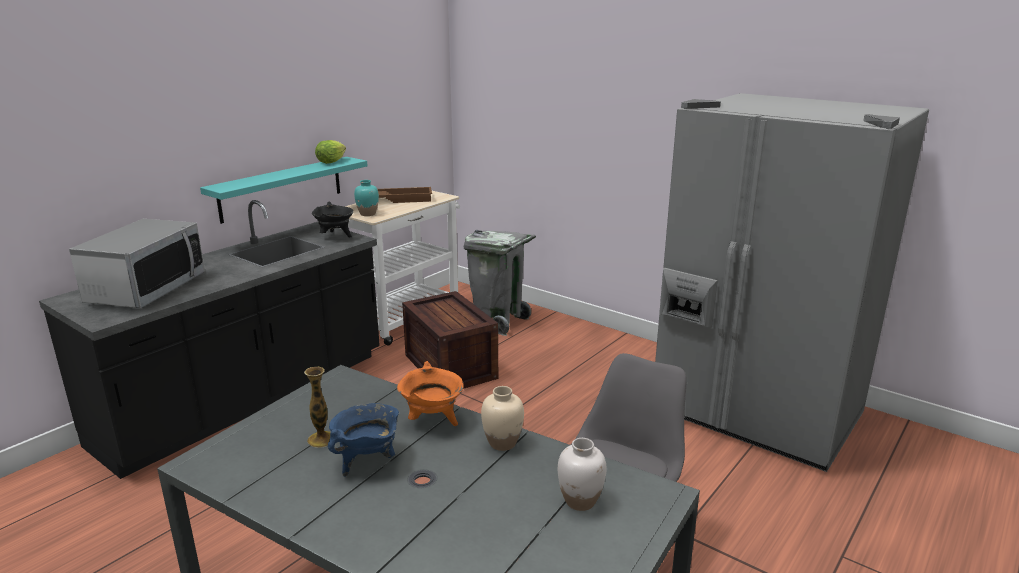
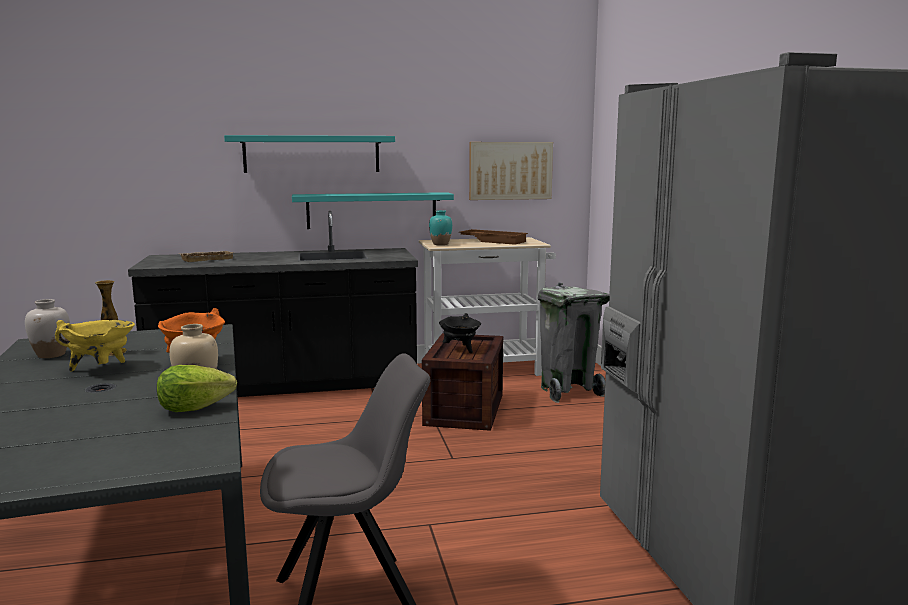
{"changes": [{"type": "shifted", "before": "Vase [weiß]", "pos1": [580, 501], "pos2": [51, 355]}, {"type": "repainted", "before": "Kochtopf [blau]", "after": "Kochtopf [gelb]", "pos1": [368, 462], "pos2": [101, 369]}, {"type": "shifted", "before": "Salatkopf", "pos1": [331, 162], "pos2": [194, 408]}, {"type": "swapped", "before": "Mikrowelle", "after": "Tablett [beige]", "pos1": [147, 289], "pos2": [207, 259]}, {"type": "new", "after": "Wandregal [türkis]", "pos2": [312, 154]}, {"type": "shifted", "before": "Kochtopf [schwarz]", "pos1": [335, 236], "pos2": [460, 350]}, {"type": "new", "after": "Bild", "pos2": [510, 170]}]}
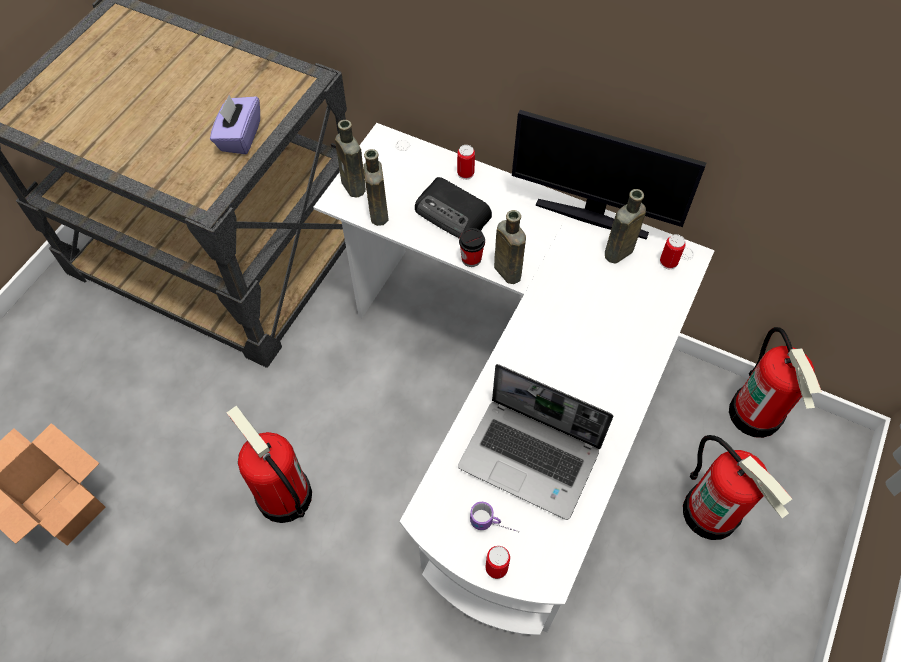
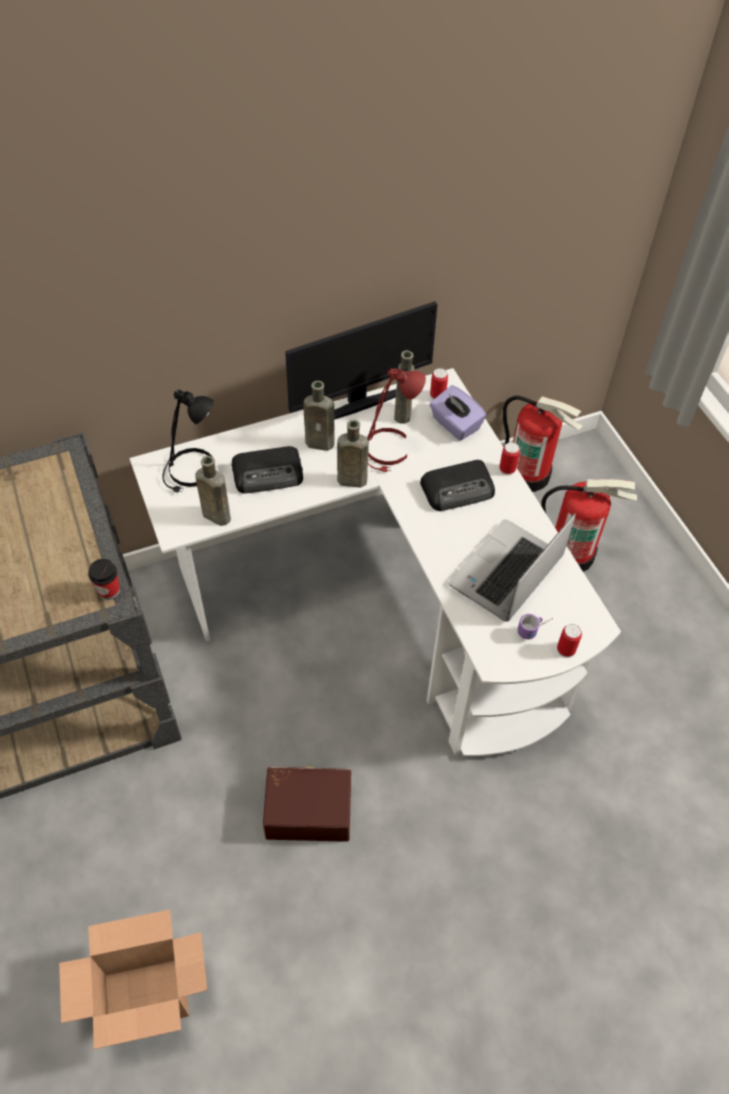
{"changes": [{"type": "shifted", "before": "Tasse", "pos1": [471, 259], "pos2": [109, 590]}, {"type": "new", "after": "Tischlampe [schwarz]", "pos2": [191, 471]}, {"type": "swapped", "before": "Feuerlöscher", "after": "Aufbewahrungsbox [braun]", "pos1": [283, 496], "pos2": [308, 809]}, {"type": "shifted", "before": "Flasche [braun]", "pos1": [354, 187], "pos2": [322, 443]}, {"type": "new", "after": "Tischlampe [rot]", "pos2": [388, 450]}, {"type": "new", "after": "Radio", "pos2": [459, 489]}, {"type": "shifted", "before": "Taschentuchbox [lila]", "pos1": [239, 137], "pos2": [455, 424]}, {"type": "rotated", "before": "Laptop", "pos1": [531, 458], "pos2": [506, 573], "turn": 150}, {"type": "shifted", "before": "Dose", "pos1": [465, 173], "pos2": [507, 469]}]}
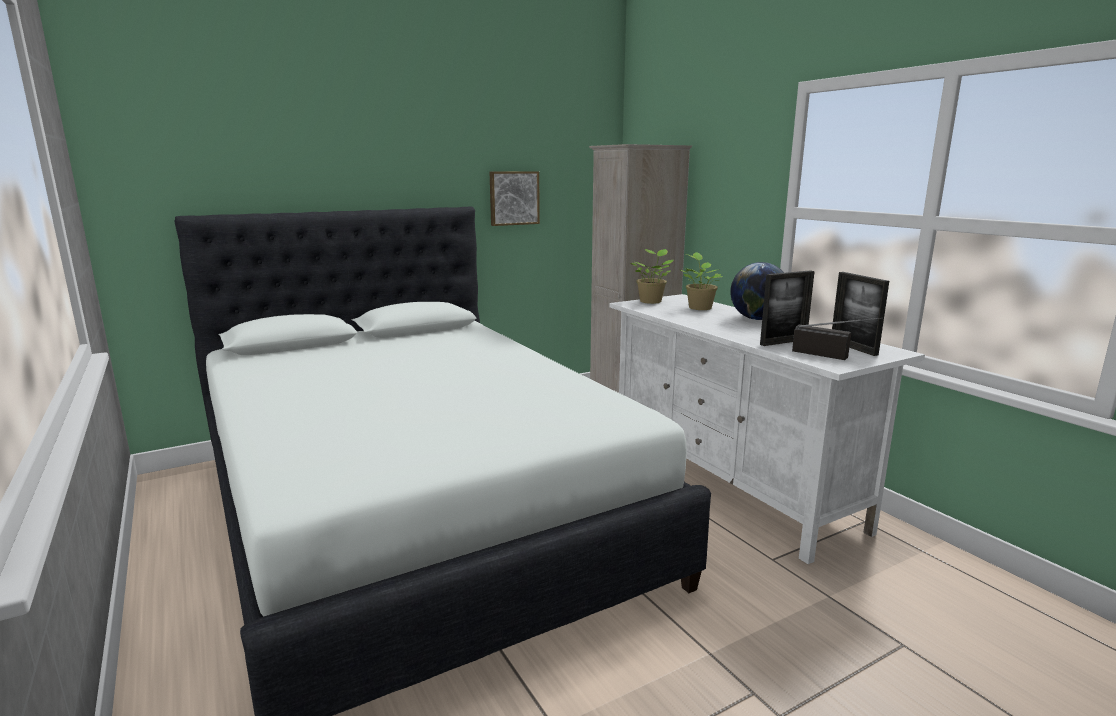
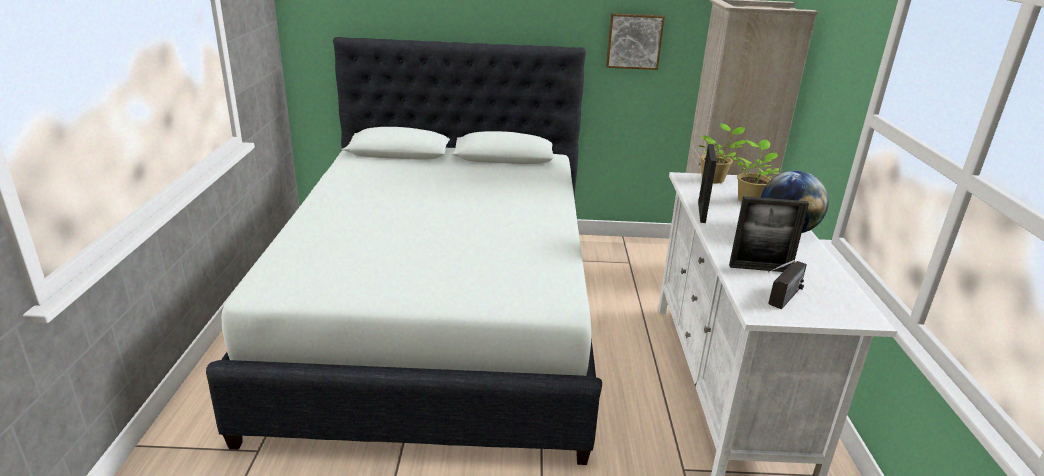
{"changes": [{"type": "shifted", "before": "Bilderrahmen", "pos1": [853, 348], "pos2": [701, 212]}, {"type": "rotated", "before": "Radio", "pos1": [834, 356], "pos2": [781, 302], "turn": 60}]}
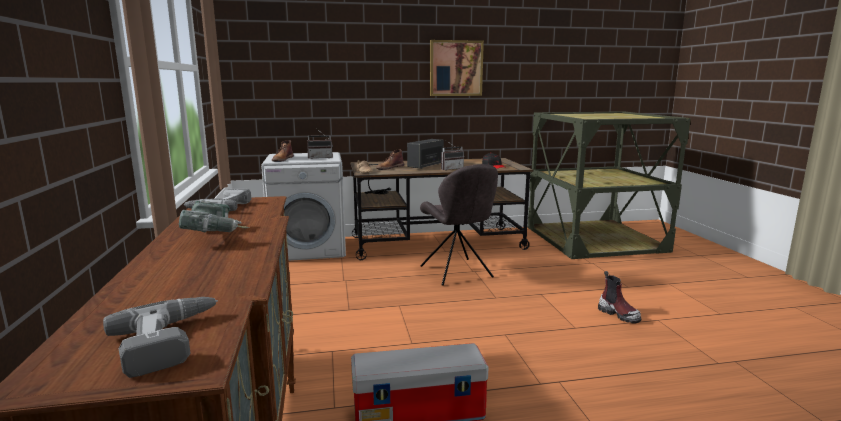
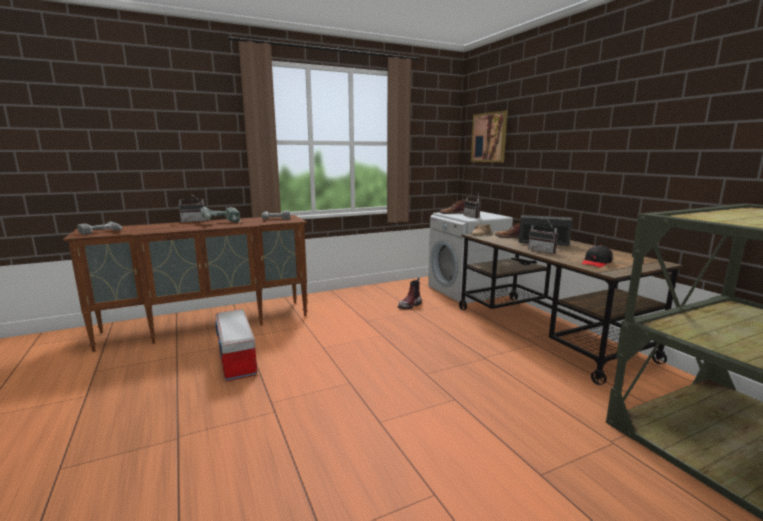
{"changes": [{"type": "new", "after": "Radio", "pos2": [194, 221]}, {"type": "shifted", "before": "Stiefel", "pos1": [619, 314], "pos2": [410, 305]}, {"type": "shifted", "before": "Bild", "pos1": [456, 68], "pos2": [489, 137]}, {"type": "gone", "before": "Stuhl [grau]", "pos1": [457, 273]}]}
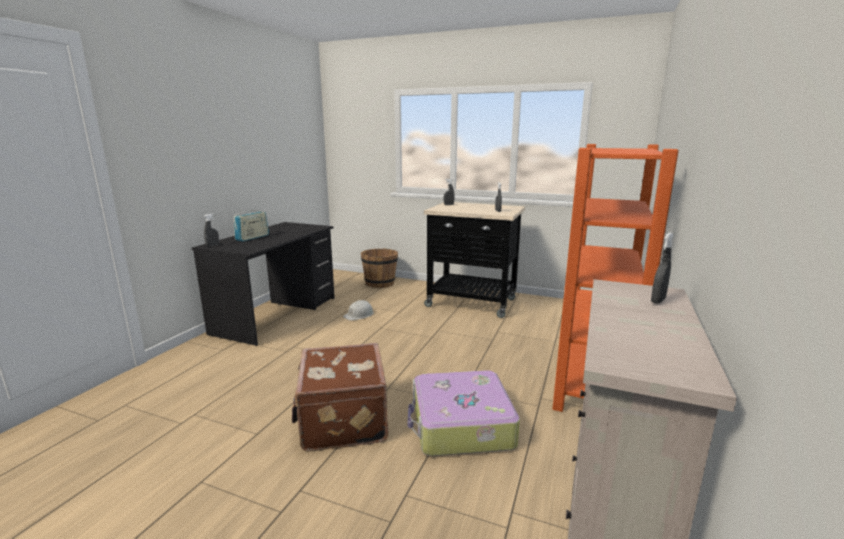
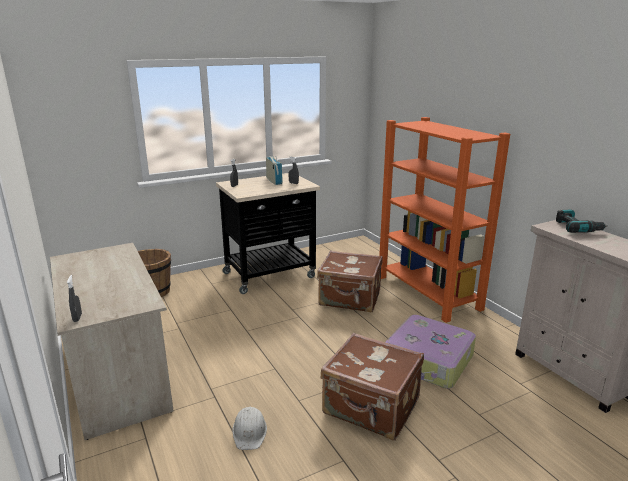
{"changes": [{"type": "repainted", "before": "Schreibtisch [schwarz]", "after": "Schreibtisch [beige]", "pos1": [277, 315], "pos2": [117, 375]}, {"type": "shifted", "before": "Schutzhelm [weiß]", "pos1": [359, 315], "pos2": [250, 431]}, {"type": "shifted", "before": "Radio", "pos1": [252, 237], "pos2": [274, 181]}, {"type": "new", "after": "Koffer [braun]", "pos2": [350, 299]}, {"type": "swapped", "before": "Sprühflasche [grau]", "after": "Bohrmaschine", "pos1": [658, 300], "pos2": [577, 228]}]}
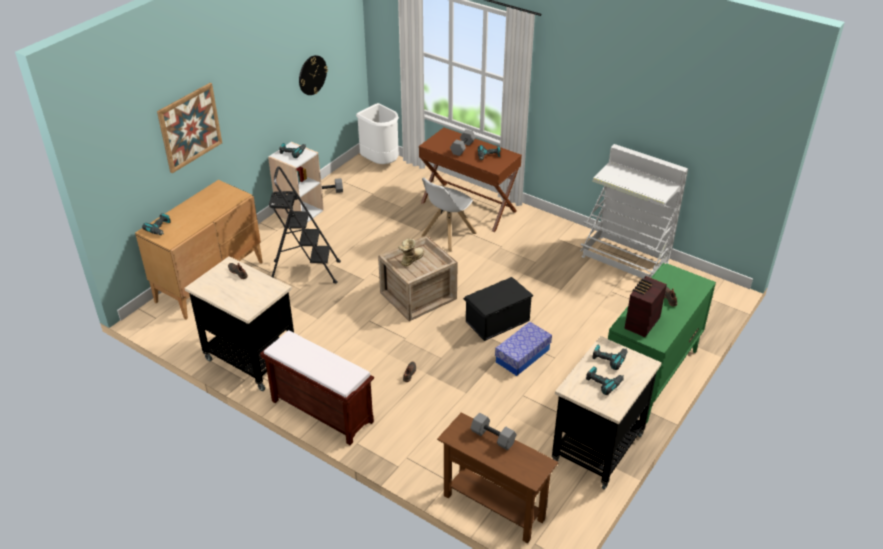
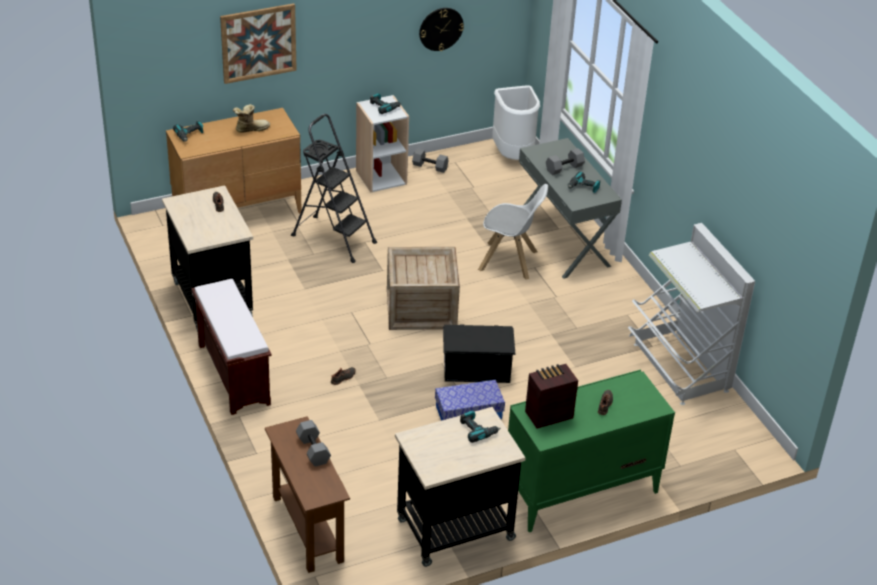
{"changes": [{"type": "shifted", "before": "Stiefel", "pos1": [411, 259], "pos2": [251, 129]}, {"type": "rotated", "before": "Stuhl", "pos1": [447, 235], "pos2": [510, 261], "turn": -150}, {"type": "repainted", "before": "Schreibtisch [braun]", "after": "Schreibtisch [grau]", "pos1": [468, 206], "pos2": [562, 240]}, {"type": "gone", "before": "Bohrmaschine", "pos1": [604, 382]}]}
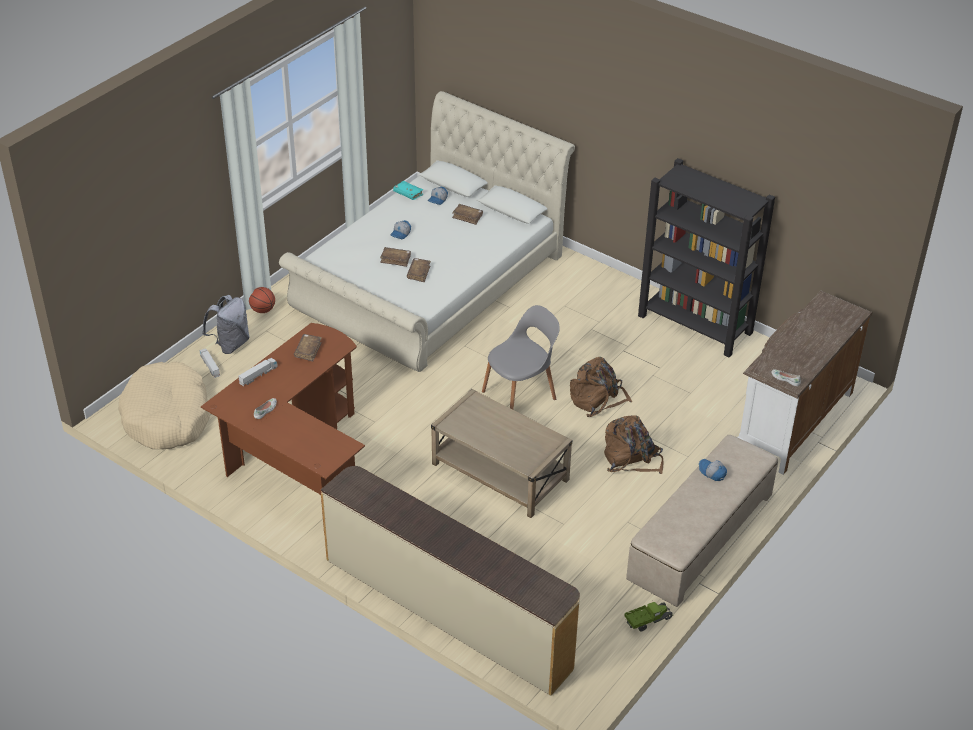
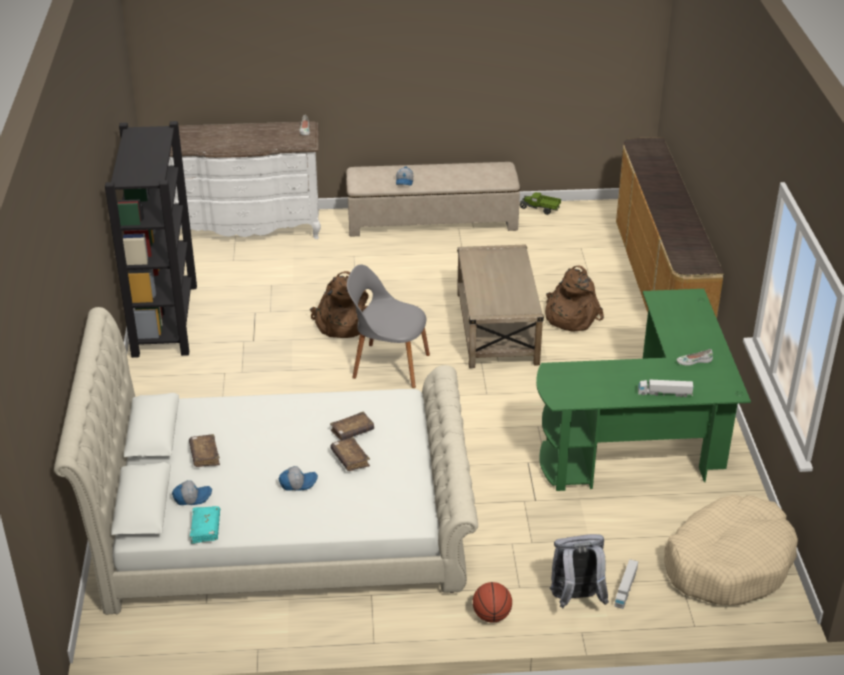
{"changes": [{"type": "repainted", "before": "Schreibtisch [braun]", "after": "Schreibtisch [grün]", "pos1": [295, 460], "pos2": [647, 441]}, {"type": "shifted", "before": "Rucksack [braun]", "pos1": [631, 459], "pos2": [570, 316]}, {"type": "gone", "before": "Buch [braun]", "pos1": [308, 350]}]}
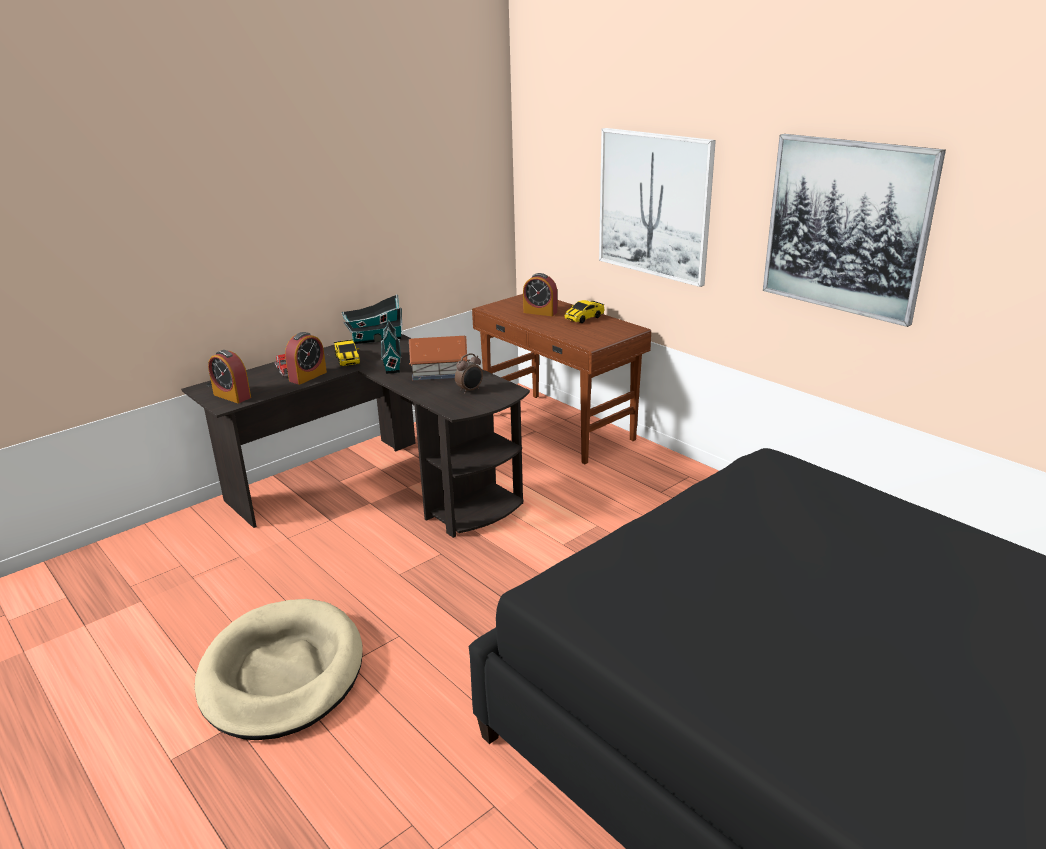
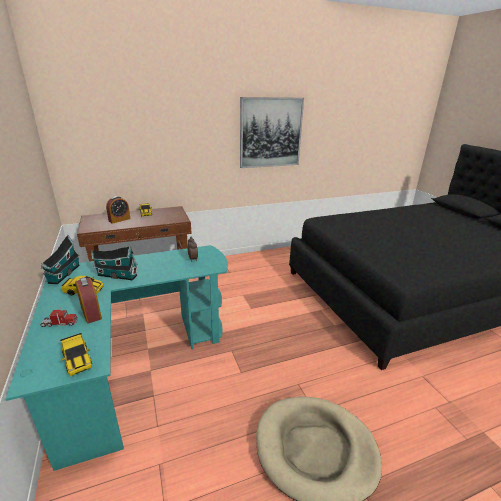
{"changes": [{"type": "repainted", "before": "Schreibtisch [schwarz]", "after": "Schreibtisch [türkis]", "pos1": [380, 485], "pos2": [133, 361]}, {"type": "swapped", "before": "Wecker", "after": "Spielzeugauto", "pos1": [232, 396], "pos2": [77, 359]}, {"type": "gone", "before": "Spielzeughaus", "pos1": [440, 371]}, {"type": "gone", "before": "Bild", "pos1": [654, 205]}]}
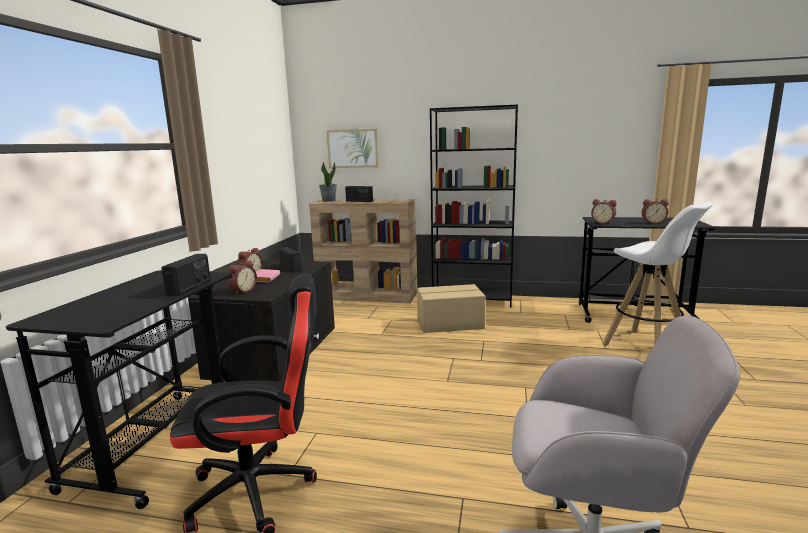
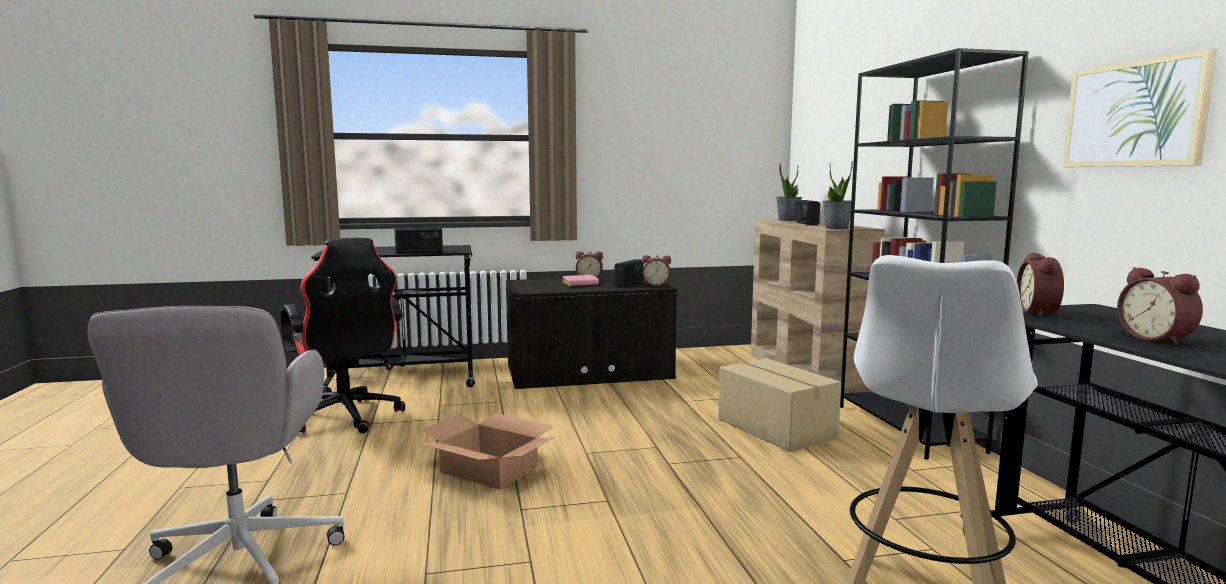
{"changes": [{"type": "new", "after": "Karton", "pos2": [489, 469]}, {"type": "shifted", "before": "Wecker", "pos1": [242, 290], "pos2": [656, 285]}, {"type": "new", "after": "Topfpflanze", "pos2": [836, 228]}, {"type": "shifted", "before": "Bild", "pos1": [353, 148], "pos2": [1134, 114]}]}
